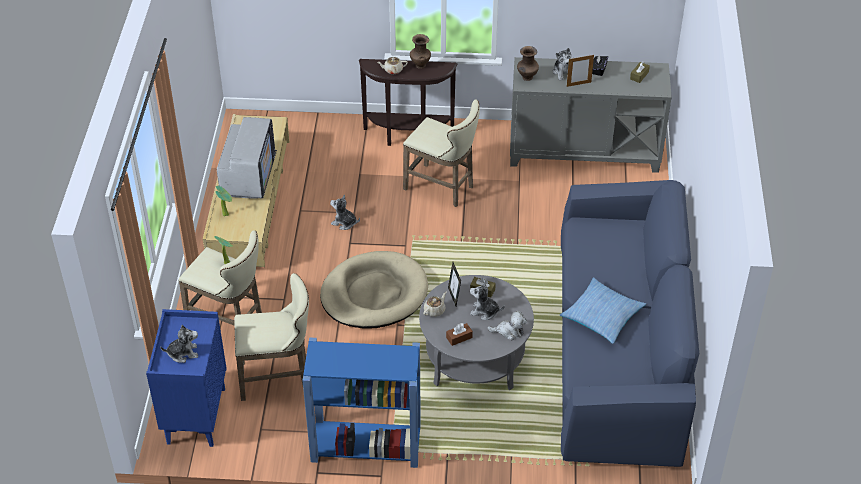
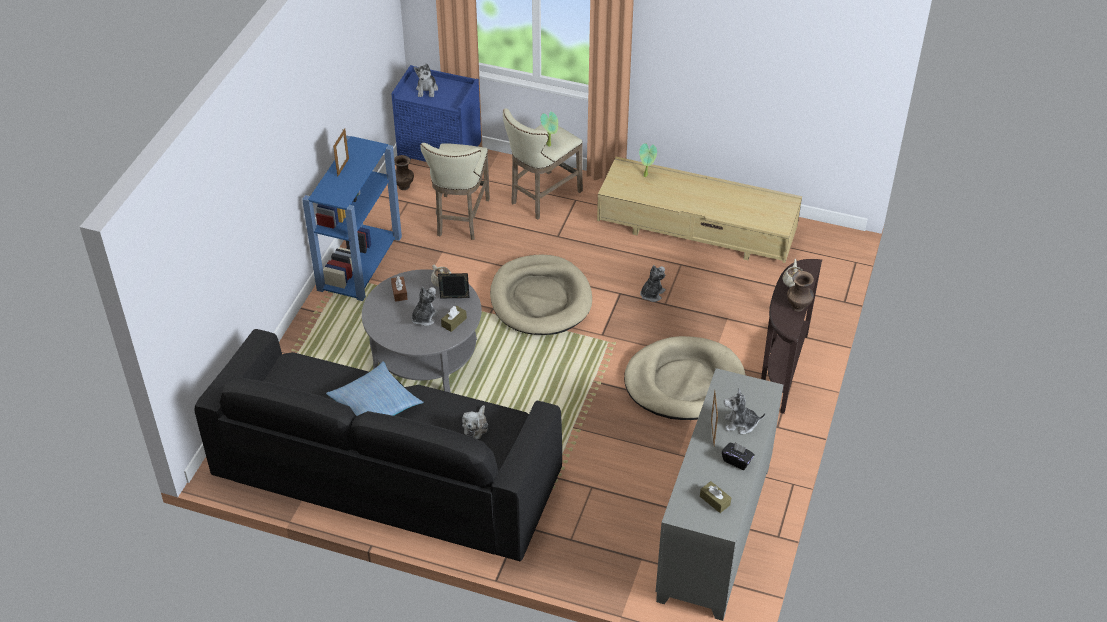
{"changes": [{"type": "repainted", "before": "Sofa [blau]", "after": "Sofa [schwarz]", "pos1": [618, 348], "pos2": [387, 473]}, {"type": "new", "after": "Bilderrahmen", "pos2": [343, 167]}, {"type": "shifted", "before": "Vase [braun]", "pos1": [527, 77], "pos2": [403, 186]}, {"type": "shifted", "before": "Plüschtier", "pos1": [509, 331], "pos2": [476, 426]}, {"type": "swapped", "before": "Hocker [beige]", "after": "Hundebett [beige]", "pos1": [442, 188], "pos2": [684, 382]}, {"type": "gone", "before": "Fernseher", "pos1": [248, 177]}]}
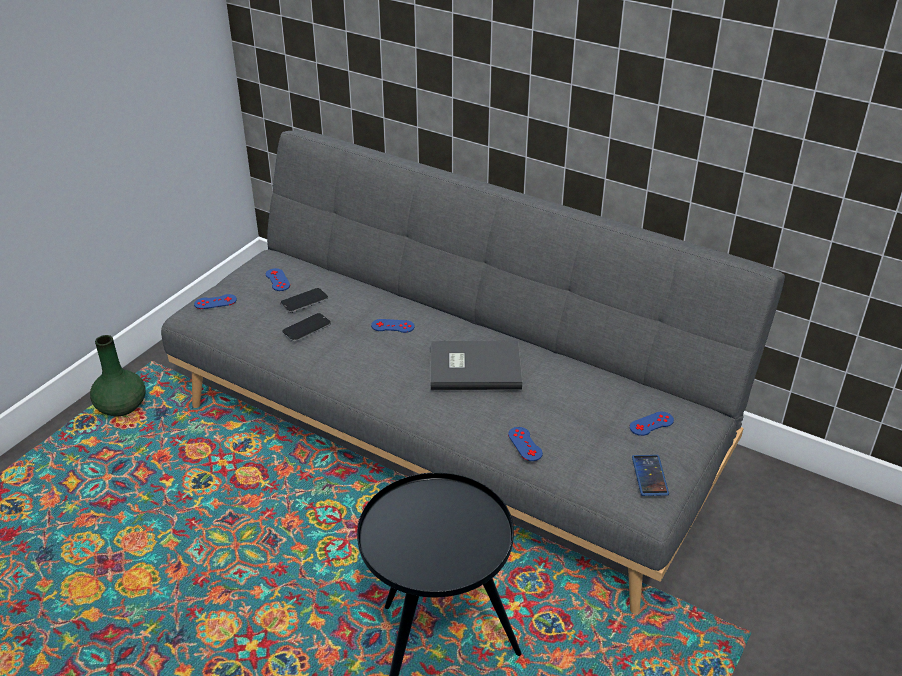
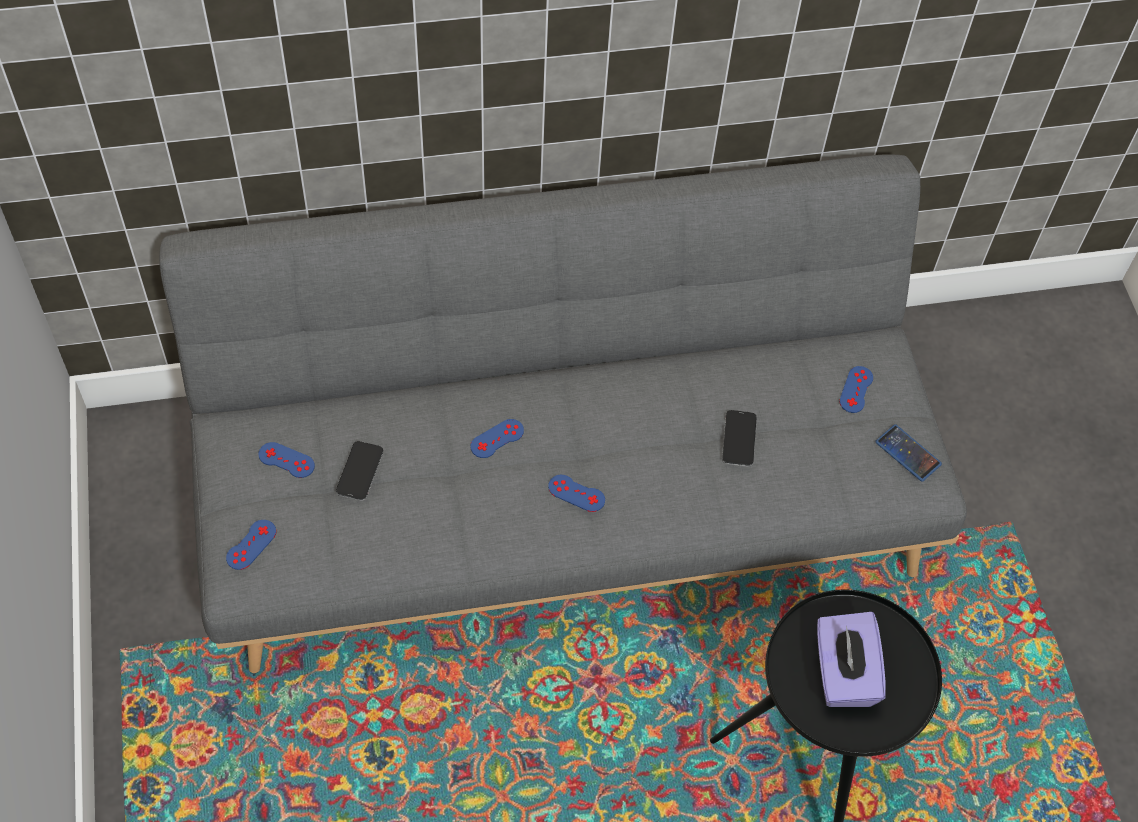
{"changes": [{"type": "shifted", "before": "Gamepad [blau]", "pos1": [525, 444], "pos2": [576, 493]}, {"type": "shifted", "before": "Handy", "pos1": [307, 328], "pos2": [739, 439]}, {"type": "new", "after": "Taschentuchbox [lila]", "pos2": [843, 673]}, {"type": "gone", "before": "Vase [grün]", "pos1": [121, 407]}, {"type": "gone", "before": "Buch [grau]", "pos1": [473, 367]}]}
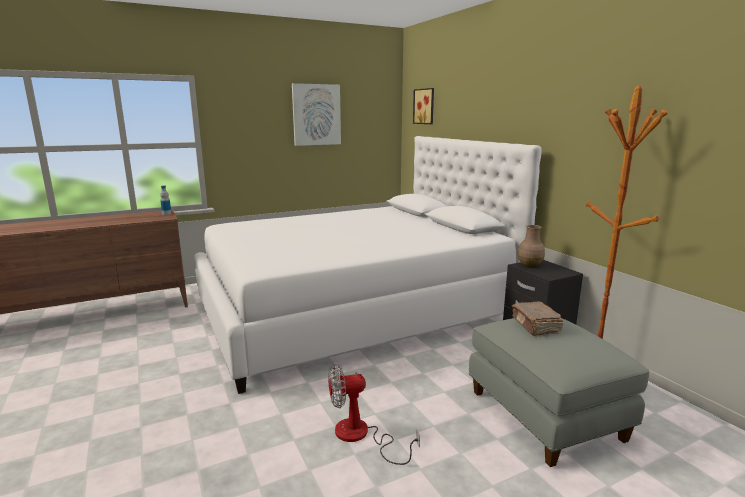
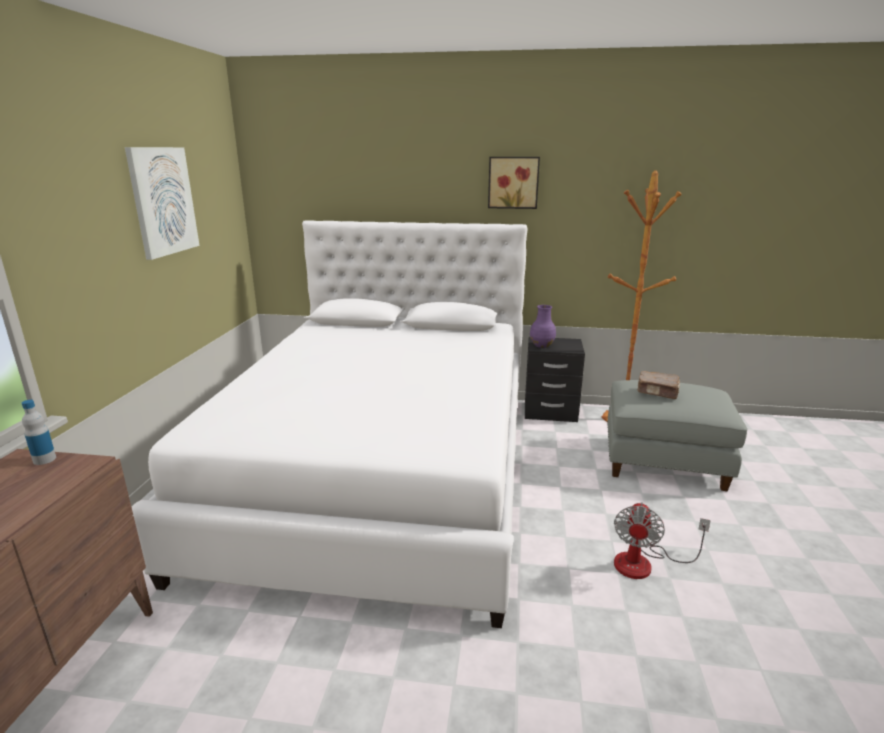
{"changes": [{"type": "shifted", "before": "Bild", "pos1": [425, 106], "pos2": [513, 182]}, {"type": "repainted", "before": "Vase [braun]", "after": "Vase [lila]", "pos1": [529, 265], "pos2": [542, 345]}]}
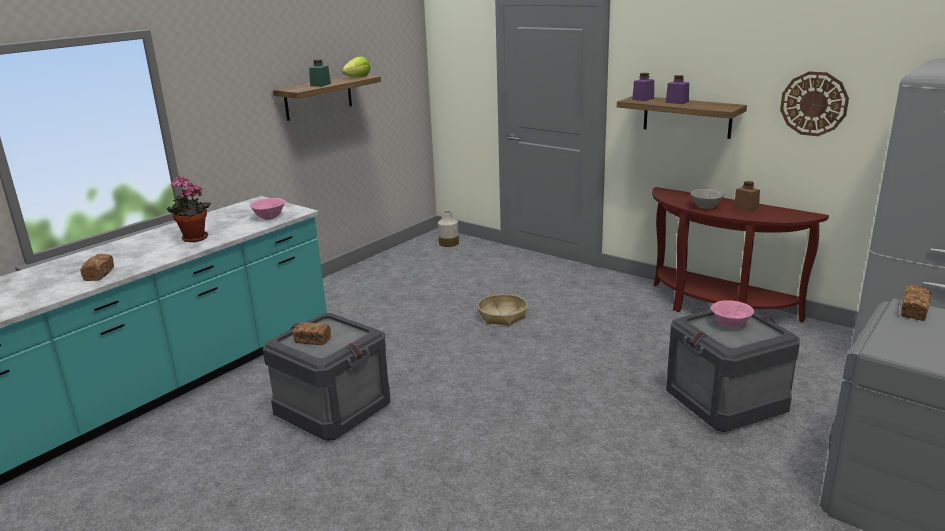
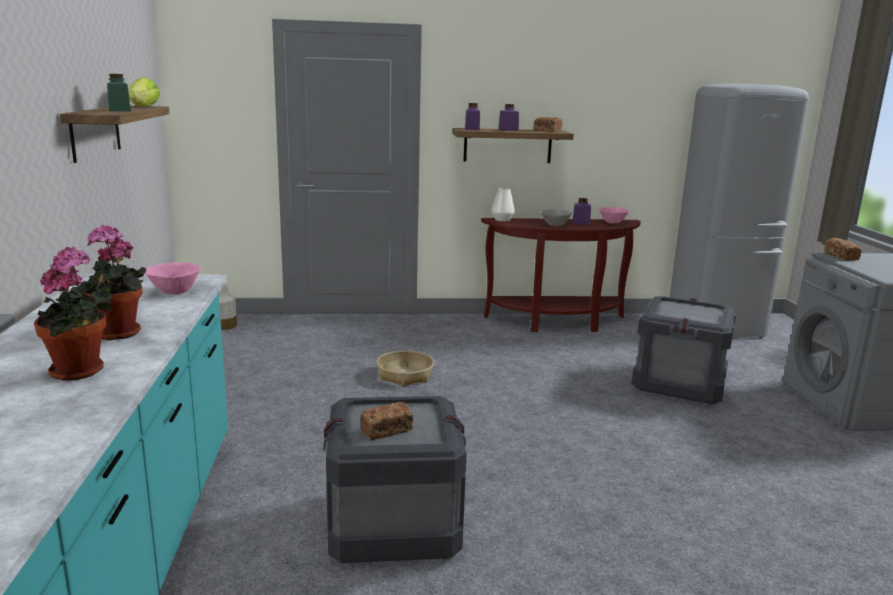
{"changes": [{"type": "new", "after": "Topfpflanze", "pos2": [82, 371]}, {"type": "new", "after": "Vase [weiß]", "pos2": [502, 220]}, {"type": "shifted", "before": "Brot", "pos1": [99, 274], "pos2": [547, 131]}, {"type": "repainted", "before": "Vorratsglas [braun]", "after": "Vorratsglas [lila]", "pos1": [746, 208], "pos2": [581, 222]}, {"type": "shifted", "before": "Schüssel [rosa]", "pos1": [730, 325], "pos2": [612, 222]}, {"type": "gone", "before": "Wanduhr", "pos1": [814, 103]}]}
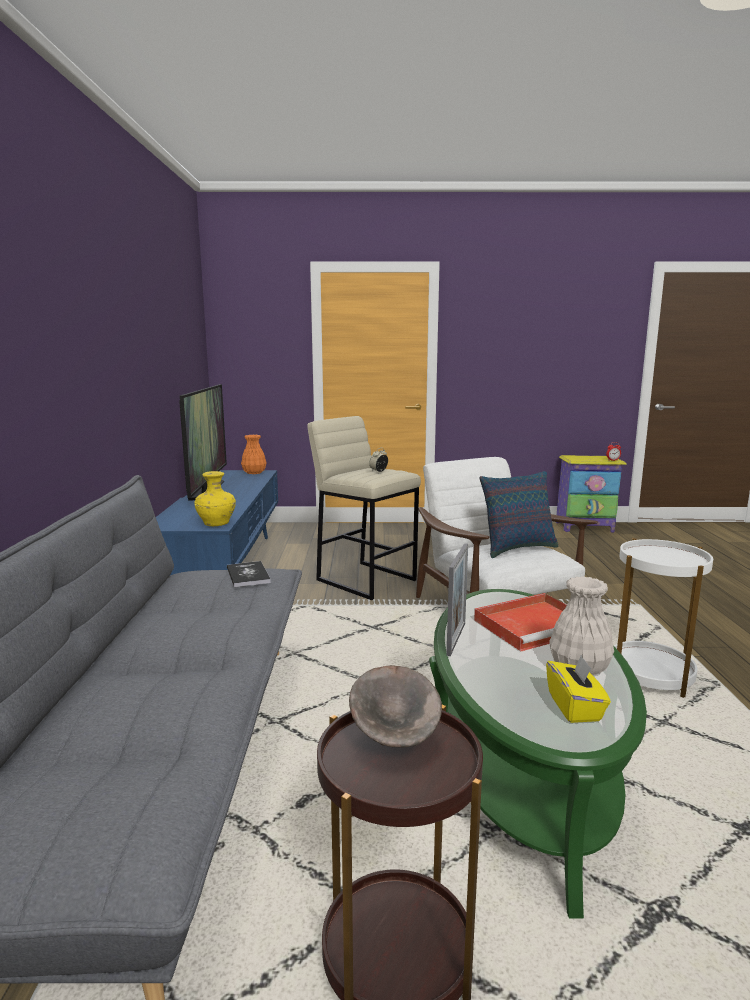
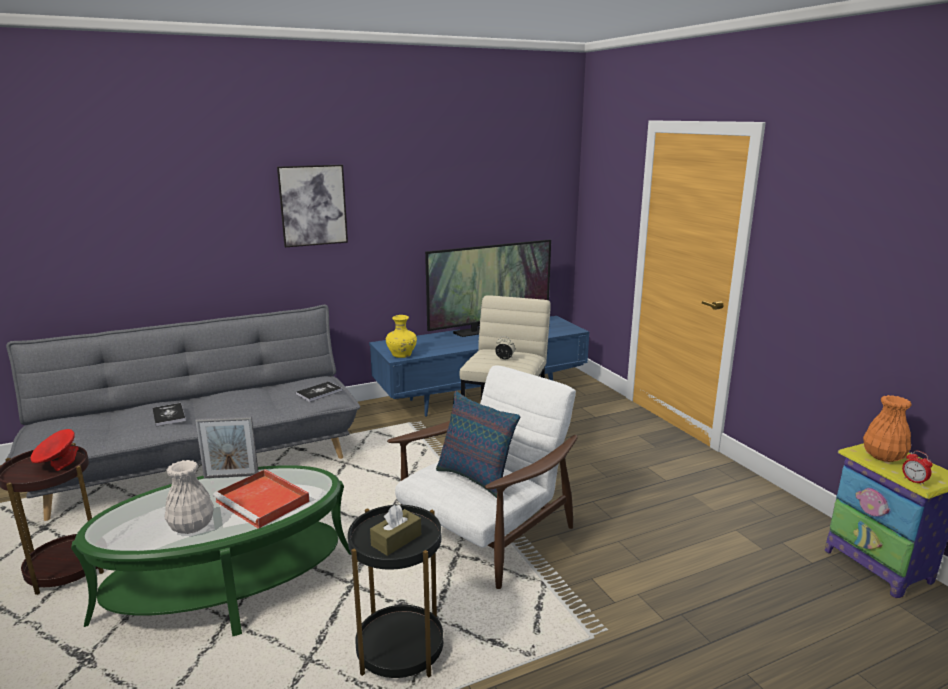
{"changes": [{"type": "repainted", "before": "Schüssel [grau]", "after": "Schüssel [rot]", "pos1": [396, 742], "pos2": [58, 465]}, {"type": "new", "after": "Buch", "pos2": [169, 415]}, {"type": "new", "after": "Bild", "pos2": [313, 205]}, {"type": "repainted", "before": "Beistelltisch [weiß]", "after": "Beistelltisch [schwarz]", "pos1": [650, 676], "pos2": [400, 650]}, {"type": "new", "after": "Taschentuchbox [braun]", "pos2": [396, 540]}, {"type": "shifted", "before": "Vase [orange]", "pos1": [254, 472], "pos2": [882, 456]}, {"type": "gone", "before": "Taschentuchbox [gelb]", "pos1": [575, 707]}]}
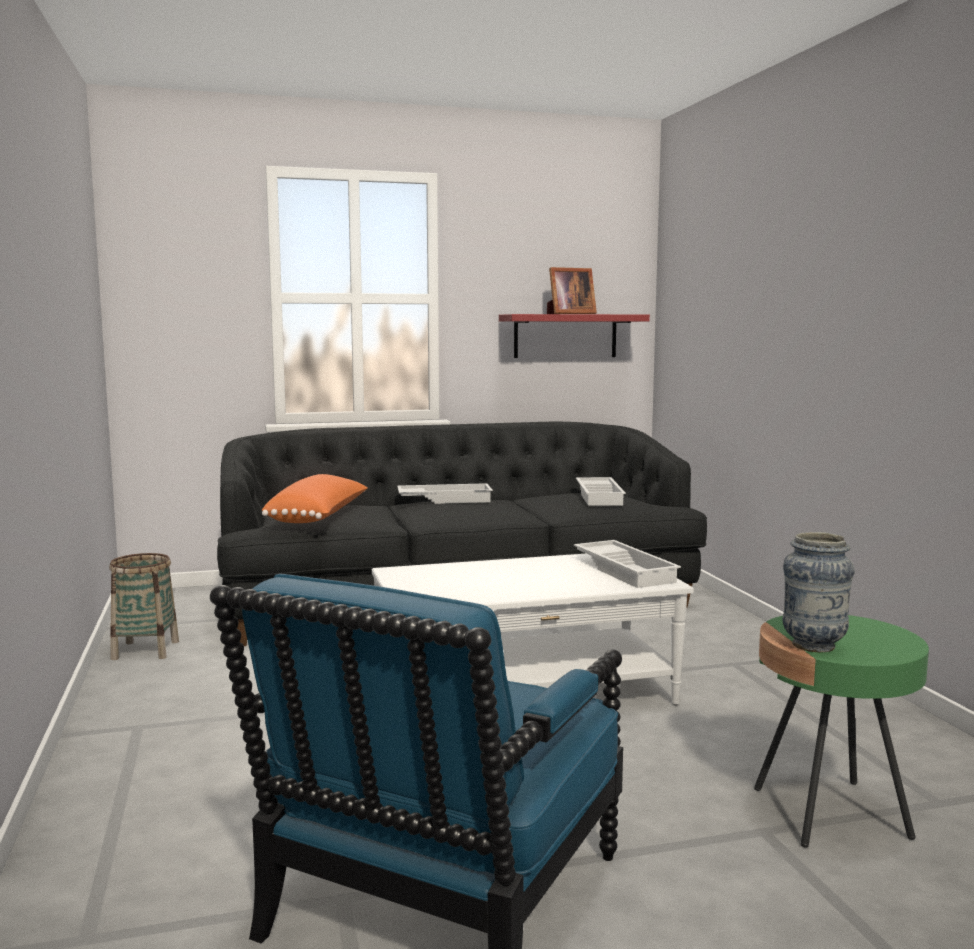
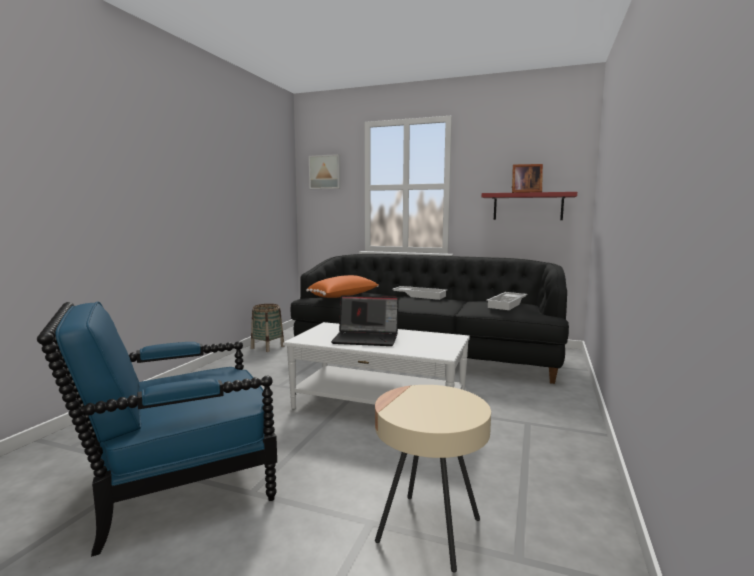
{"changes": [{"type": "new", "after": "Bild", "pos2": [325, 172]}, {"type": "new", "after": "Laptop", "pos2": [367, 338]}, {"type": "repainted", "before": "Beistelltisch [grün]", "after": "Beistelltisch [beige]", "pos1": [830, 813], "pos2": [429, 530]}, {"type": "gone", "before": "Tablett [weiß]", "pos1": [626, 570]}, {"type": "gone", "before": "Vase", "pos1": [813, 645]}]}
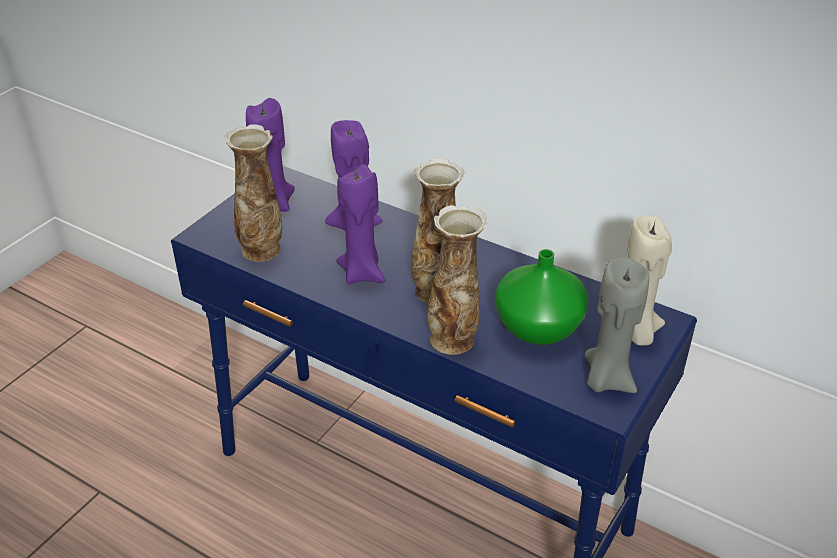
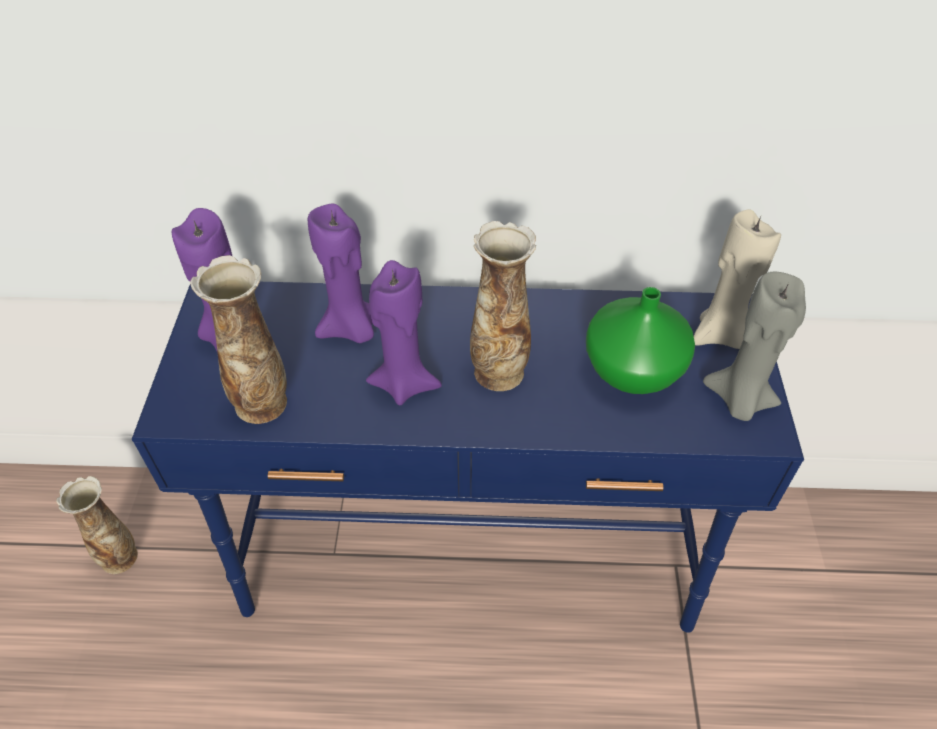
{"changes": [{"type": "shifted", "before": "Vase", "pos1": [453, 339], "pos2": [121, 557]}]}
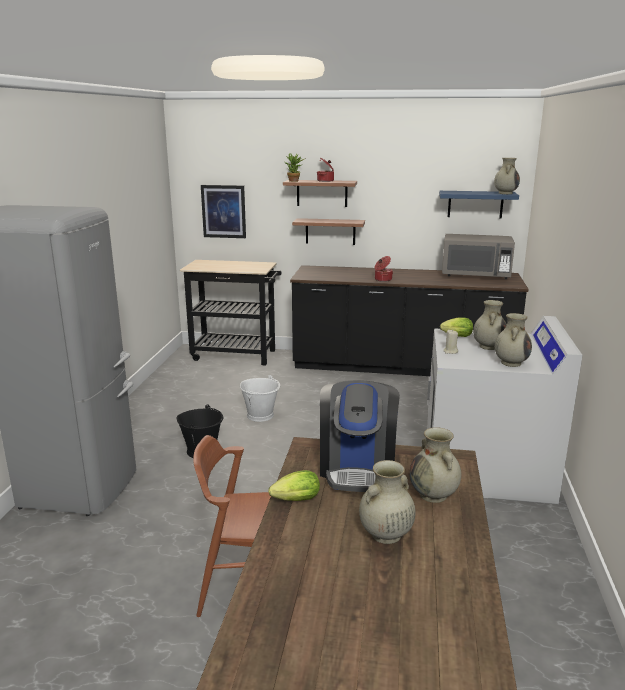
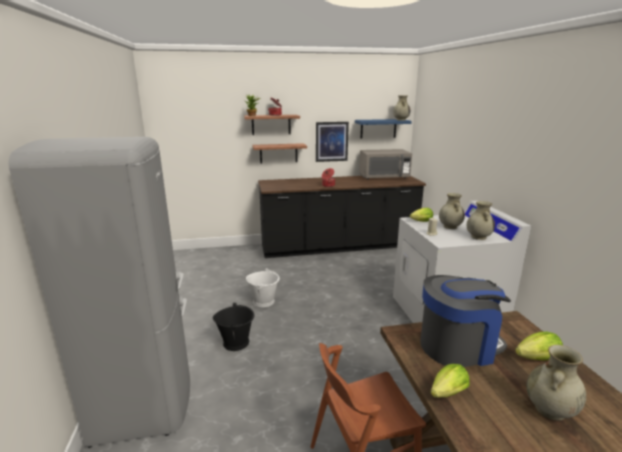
{"changes": [{"type": "shifted", "before": "Bild", "pos1": [223, 211], "pos2": [331, 141]}, {"type": "rotated", "before": "Kaffeemaschine", "pos1": [357, 467], "pos2": [458, 346], "turn": -90}, {"type": "swapped", "before": "Vase [beige]", "after": "Salatkopf", "pos1": [434, 495], "pos2": [537, 359]}, {"type": "gone", "before": "Rollwagen [schwarz]", "pos1": [235, 355]}]}
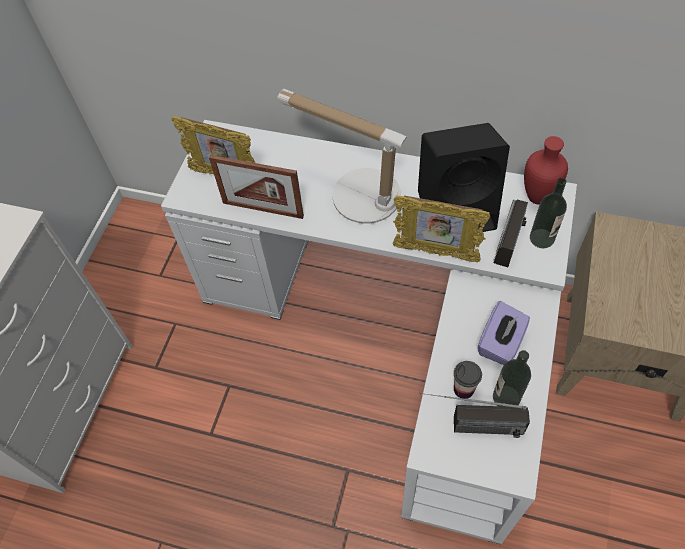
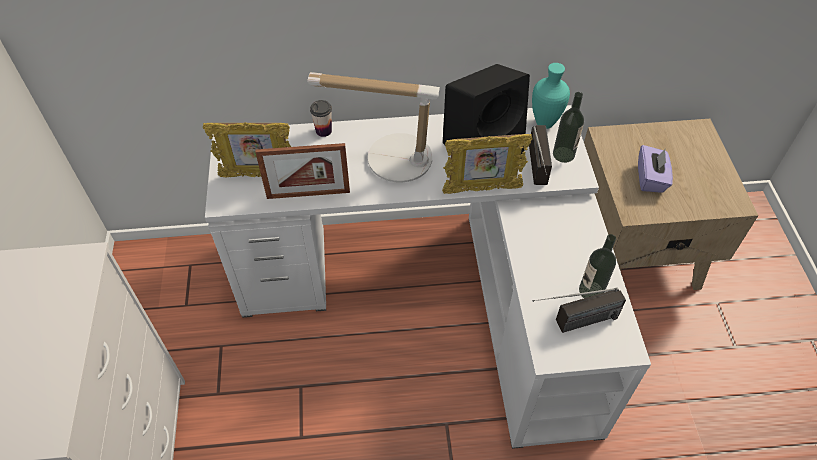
{"changes": [{"type": "shifted", "before": "Tasse", "pos1": [463, 389], "pos2": [323, 131]}, {"type": "repainted", "before": "Vase [rot]", "after": "Vase [türkis]", "pos1": [538, 196], "pos2": [545, 122]}, {"type": "shifted", "before": "Taschentuchbox [lila]", "pos1": [500, 343], "pos2": [650, 179]}]}
